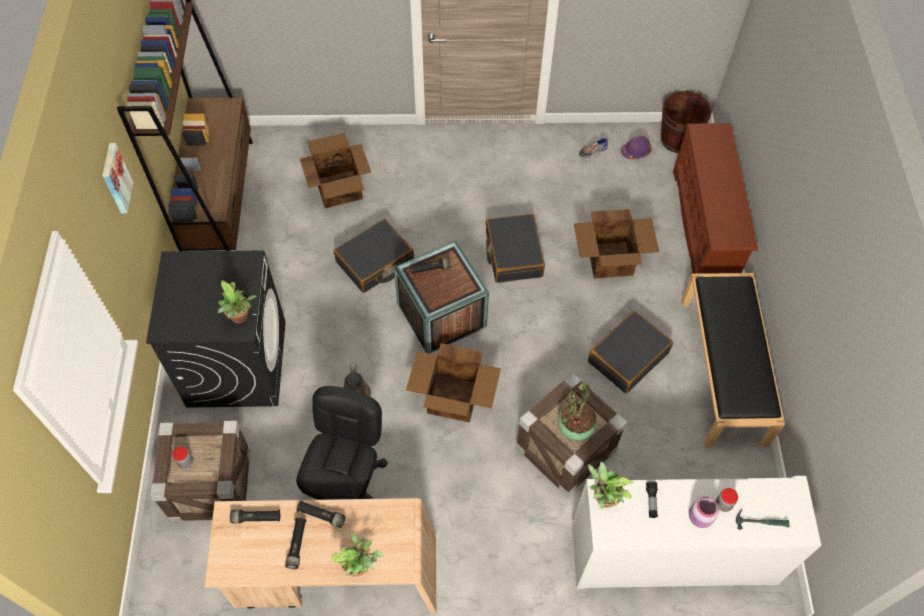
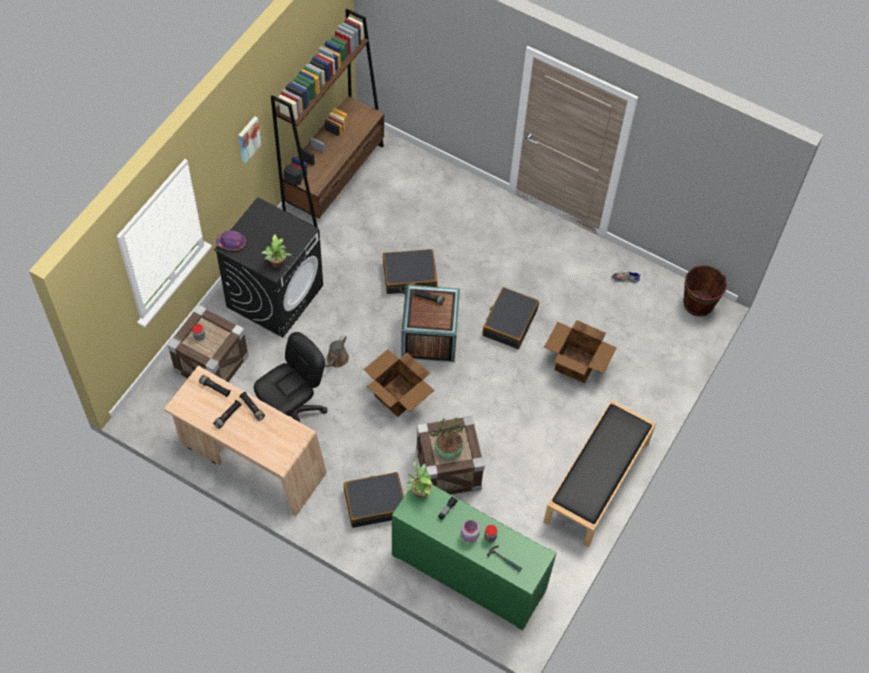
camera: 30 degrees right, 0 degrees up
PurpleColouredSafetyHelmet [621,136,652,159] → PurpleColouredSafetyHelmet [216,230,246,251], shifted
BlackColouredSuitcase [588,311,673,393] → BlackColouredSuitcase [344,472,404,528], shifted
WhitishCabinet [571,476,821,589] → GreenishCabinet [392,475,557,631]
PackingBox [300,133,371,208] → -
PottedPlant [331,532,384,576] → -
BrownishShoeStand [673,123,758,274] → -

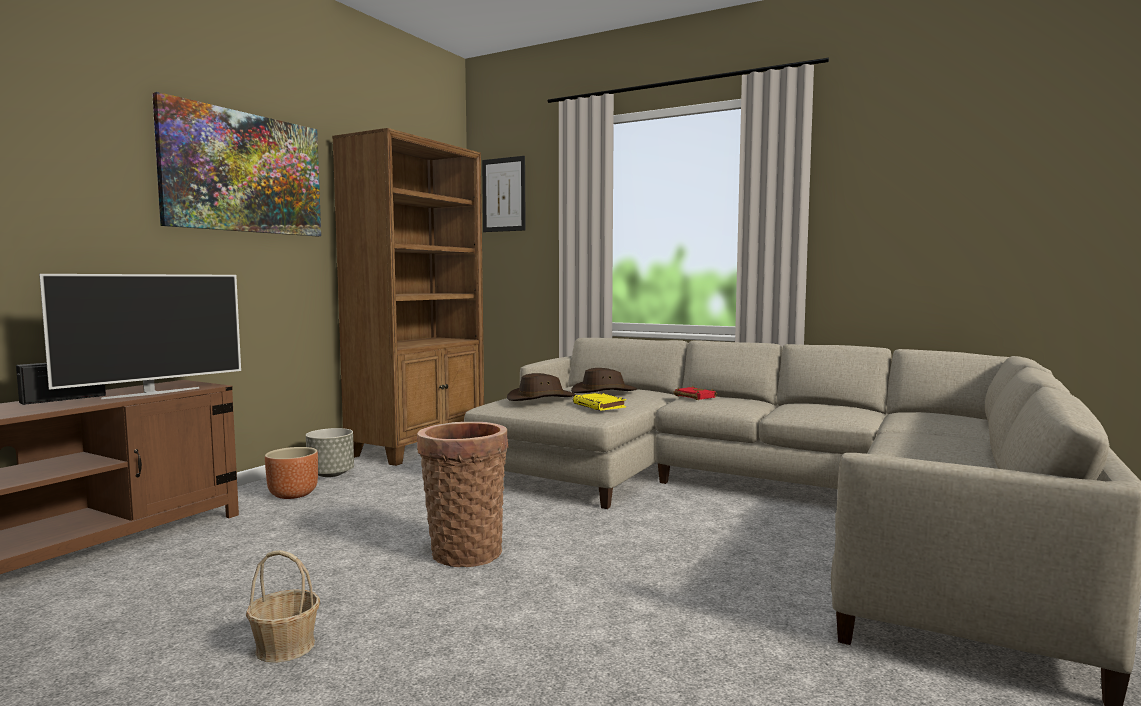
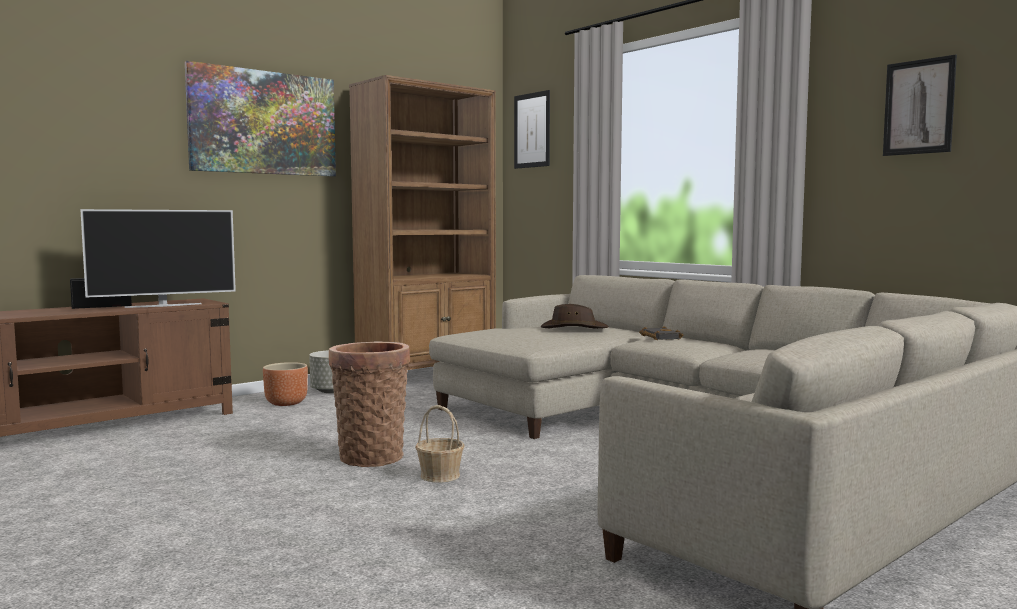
camera: 20 degrees right, 0 degrees up
StorageBasket [246,550,320,663] → StorageBasket [415,405,465,482], shifted
RedBoundBook [673,386,717,400] → BlackColouredBoundBook [639,326,683,340]
- → Picture [883,55,957,156]
BrownishHat [507,373,576,401] → -
YellowBoundBook [573,393,626,411] → -

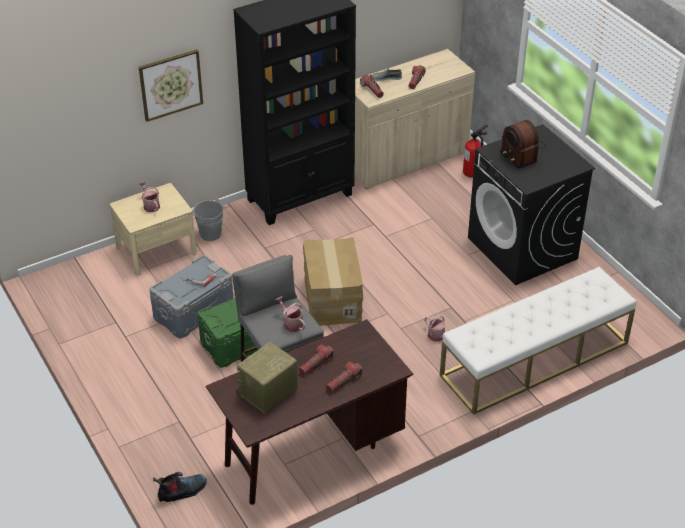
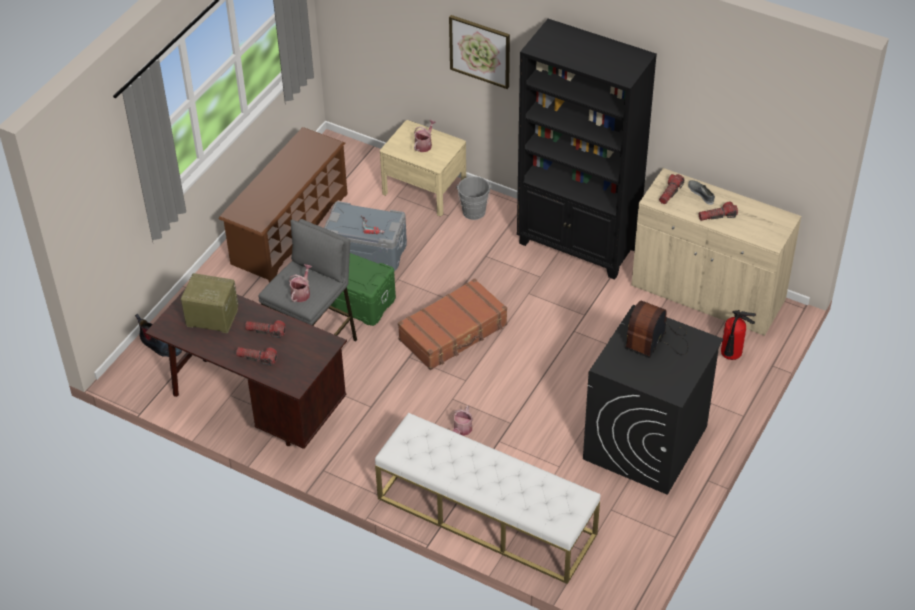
camera: 60 degrees right, 5 degrees up
- → BrownishShoeStand [219,127,347,282]
PackingBox [303,237,363,326] → BrownishSuitcase [398,278,507,370]

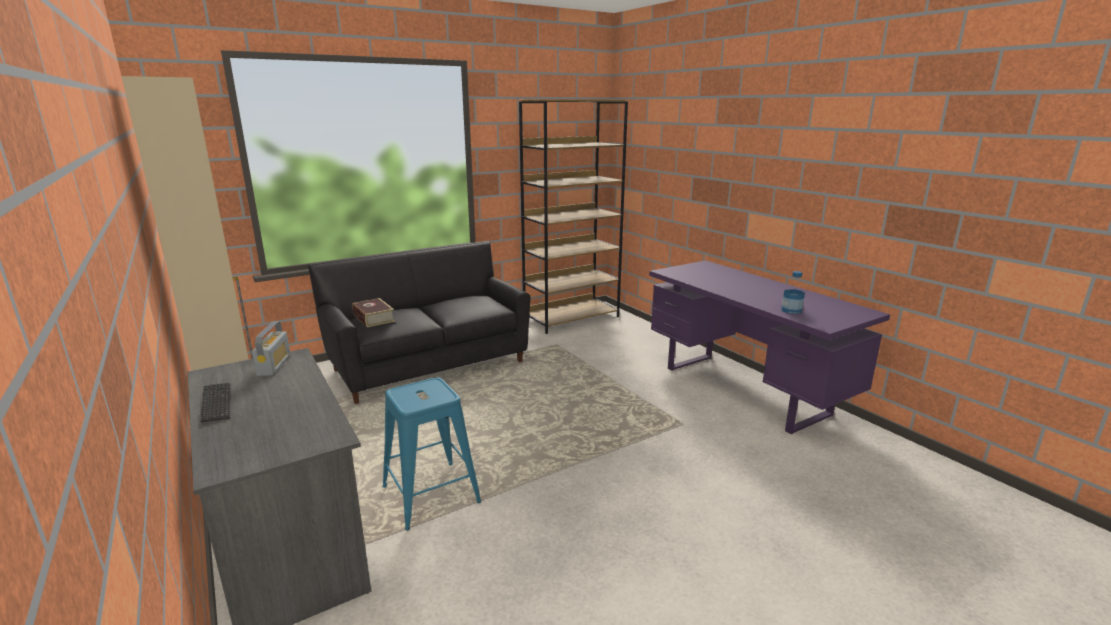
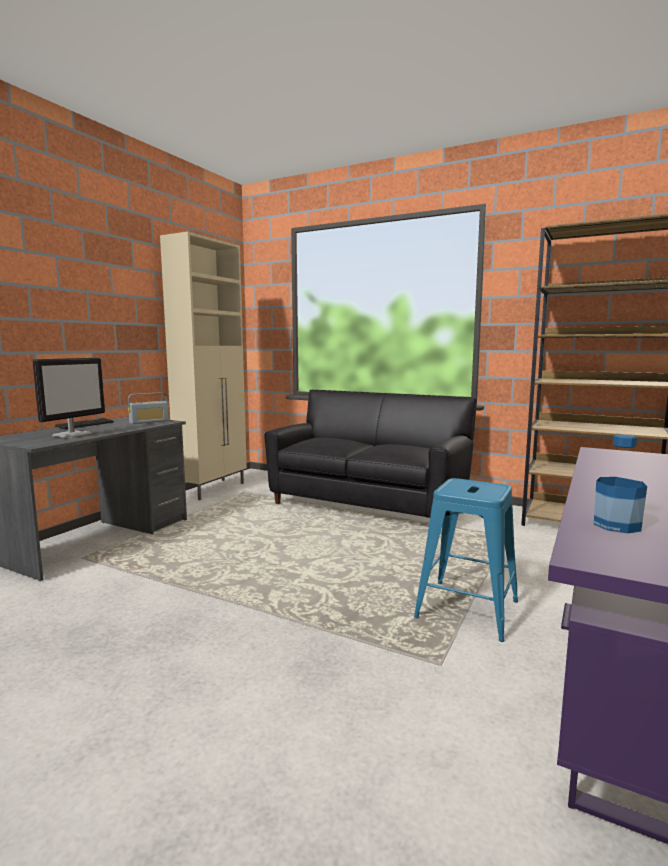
camera: 60 degrees right, 10 degrees down
- → Monitor [33,358,105,438]
BlueStoolSeat [383,377,481,531] → BlueStoolSeat [414,478,518,642], shifted
BoundBook [352,298,395,327] → -

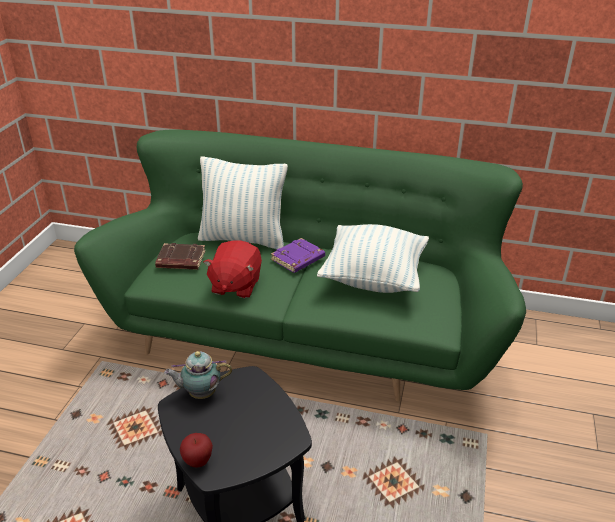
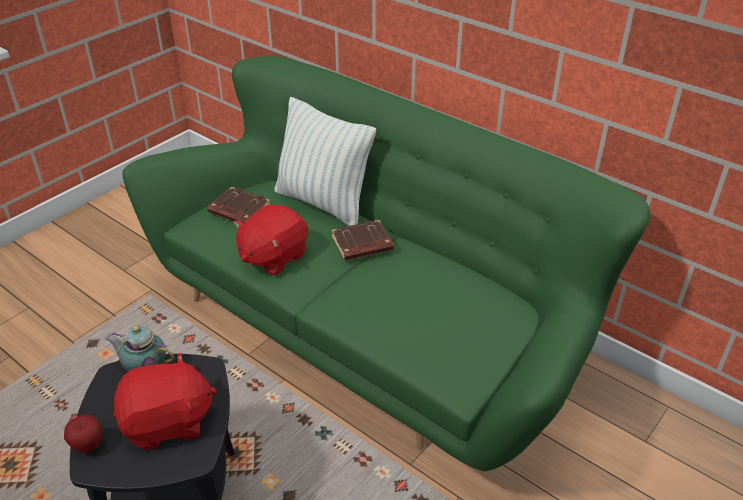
camera: 25 degrees right, 5 degrees up
- → RedSoftToy [113,352,217,450]
PurpleColouredBoundBook [271,238,325,273] → BrownishBoundBook [331,220,394,261]
Pillow [317,224,429,293] → -

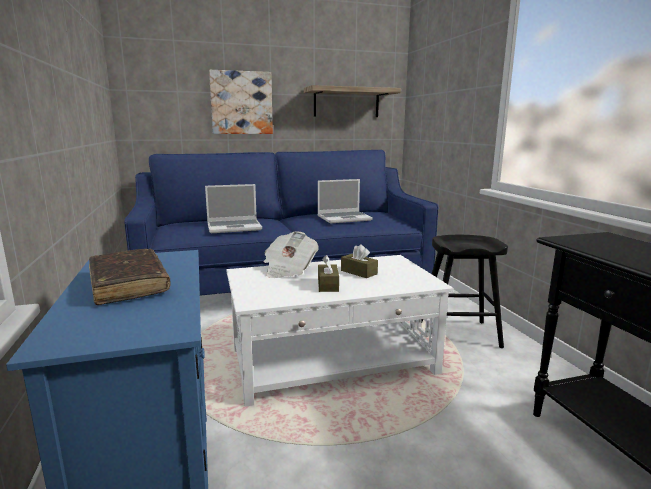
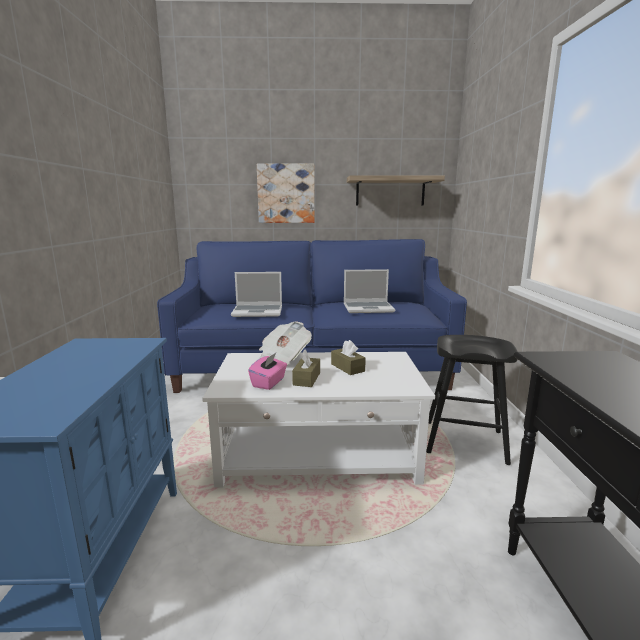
camera: 15 degrees right, 0 degrees up
- → PinkColouredTissueHolder [248,353,287,390]
BrownishBoundBook [89,249,171,305] → -

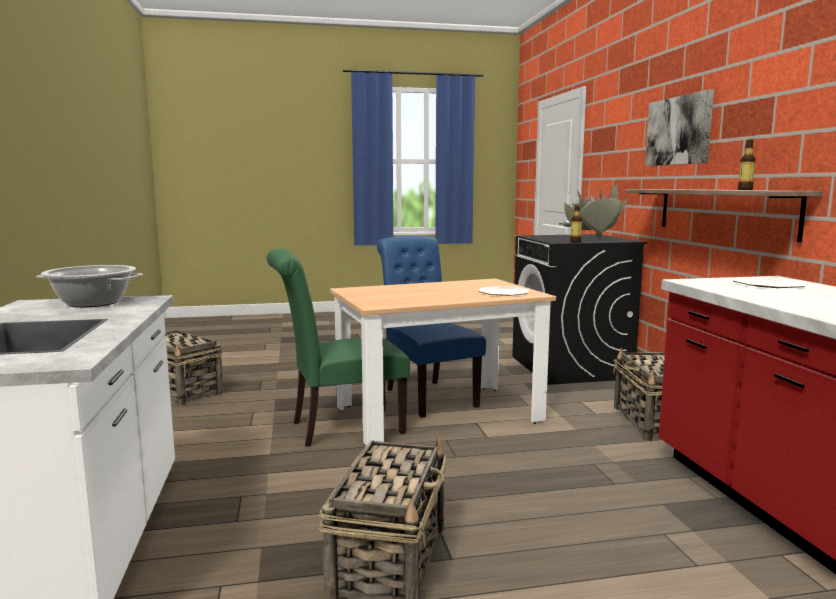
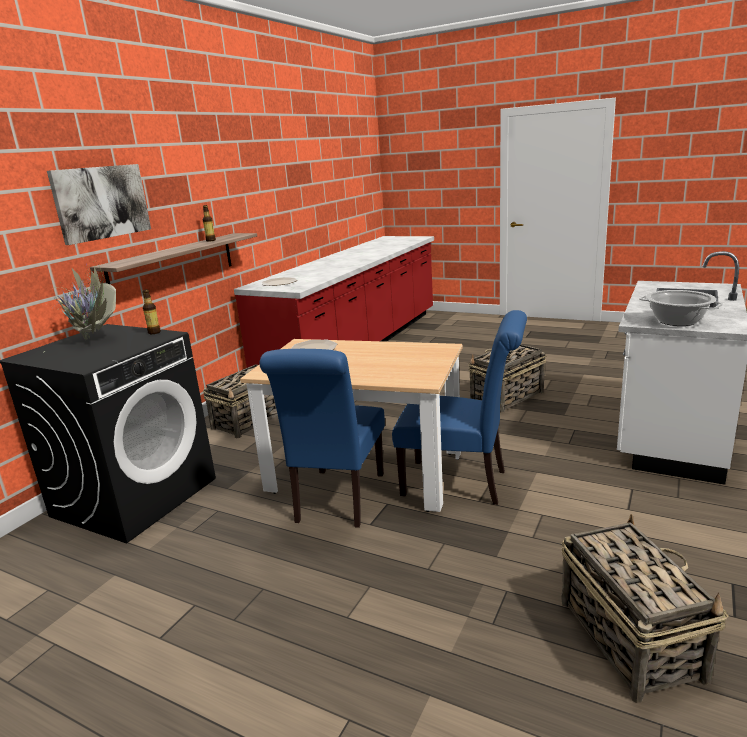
camera: 140 degrees left, 10 degrees up
GreenishUprightChair [267,249,410,447] → BlueUprightChair [392,310,527,505]

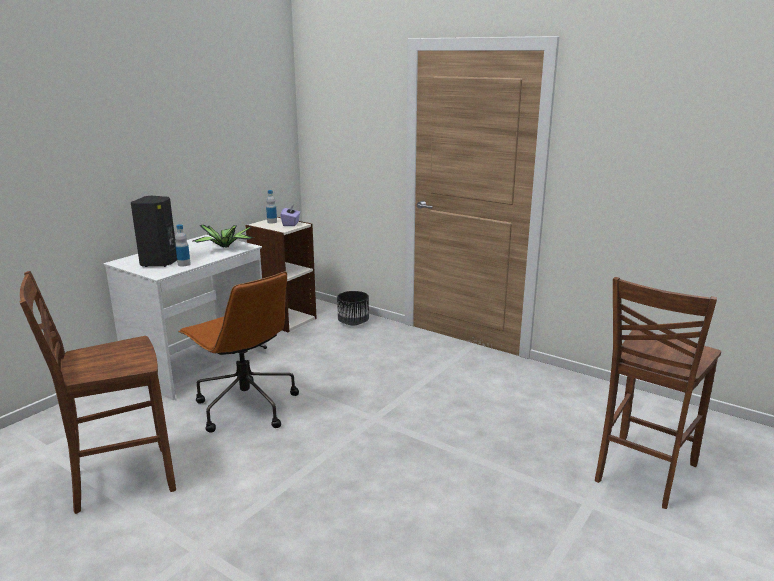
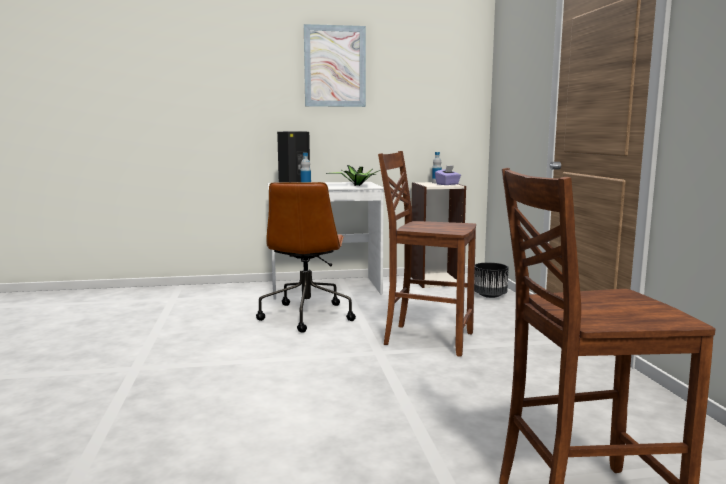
camera: 45 degrees right, 10 degrees down
- → Picture [304,24,366,107]
BrownishUprightChair [19,271,176,514] → BrownishUprightChair [378,151,476,357], shifted

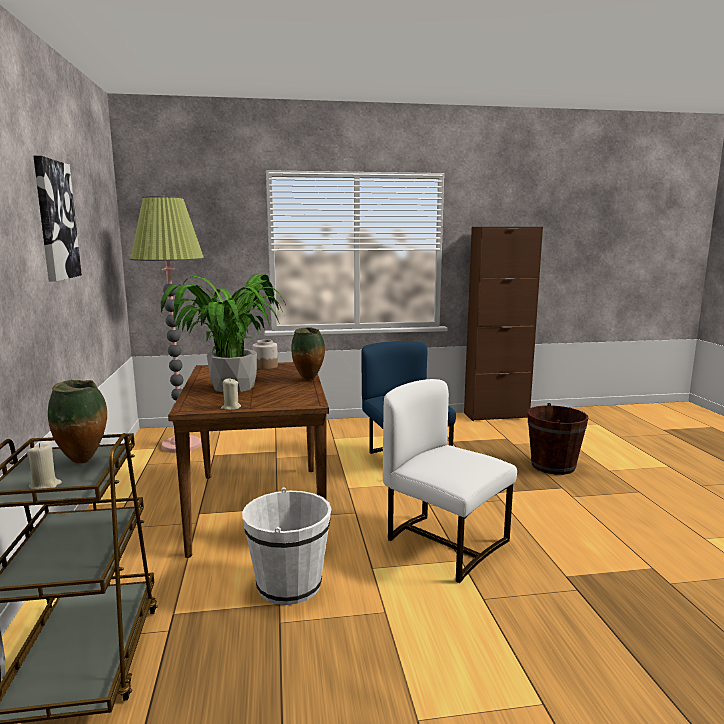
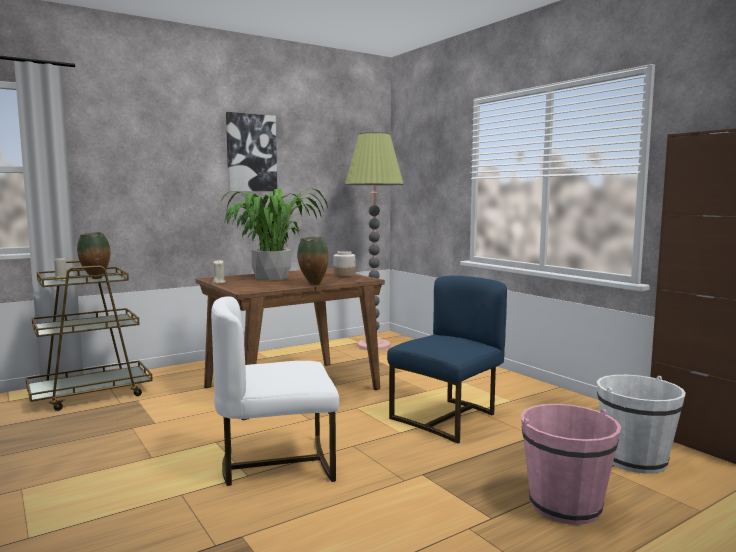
camera: 65 degrees right, 5 degrees down
WhitishUprightChair [383,379,517,583] → WhitishUprightChair [211,297,339,486], 120 degrees counterclockwise
BrownishBucket [527,403,588,475] → PinkColouredBucket [521,404,621,525]
WhitishBucket [242,487,331,605] → WhitishBucket [597,375,686,474], shifted

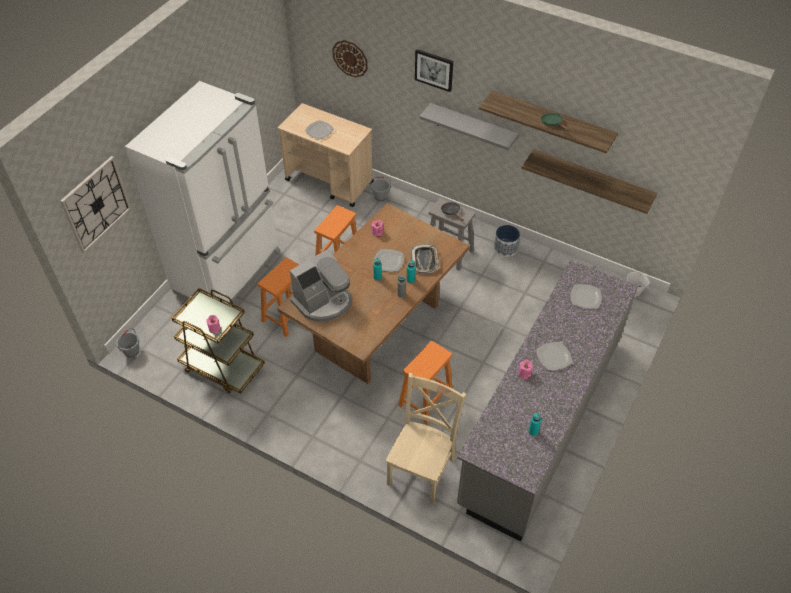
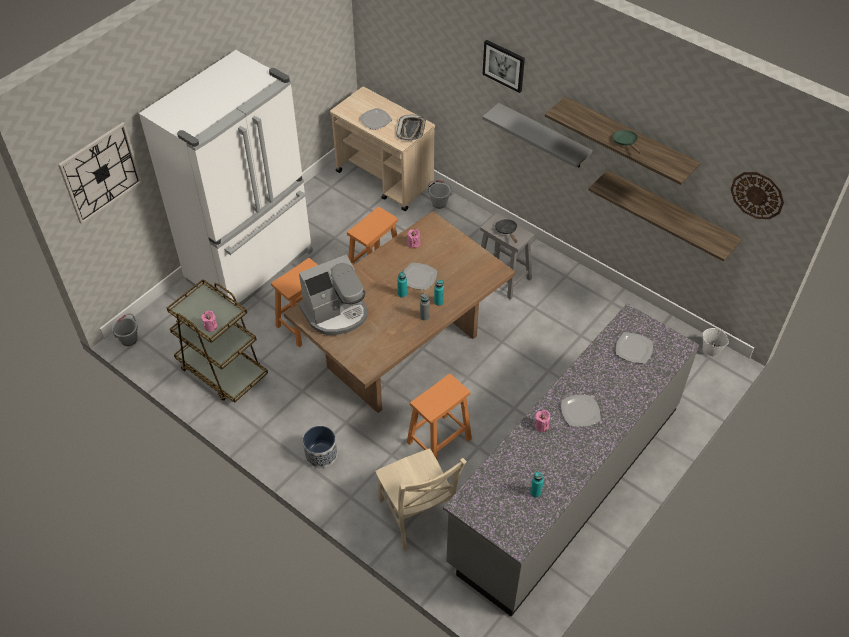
camera: 10 degrees right, 0 degrees up
PlantPot [494,225,520,257] → PlantPot [303,426,337,468], shifted
SandColouredUprightChair [386,373,466,504] → SandColouredUprightChair [375,448,467,551], 120 degrees clockwise
Tray [411,244,440,273] → Tray [396,114,426,141], shifted
ClockOnTheWall [332,40,368,78] → ClockOnTheWall [731,172,784,219], shifted

